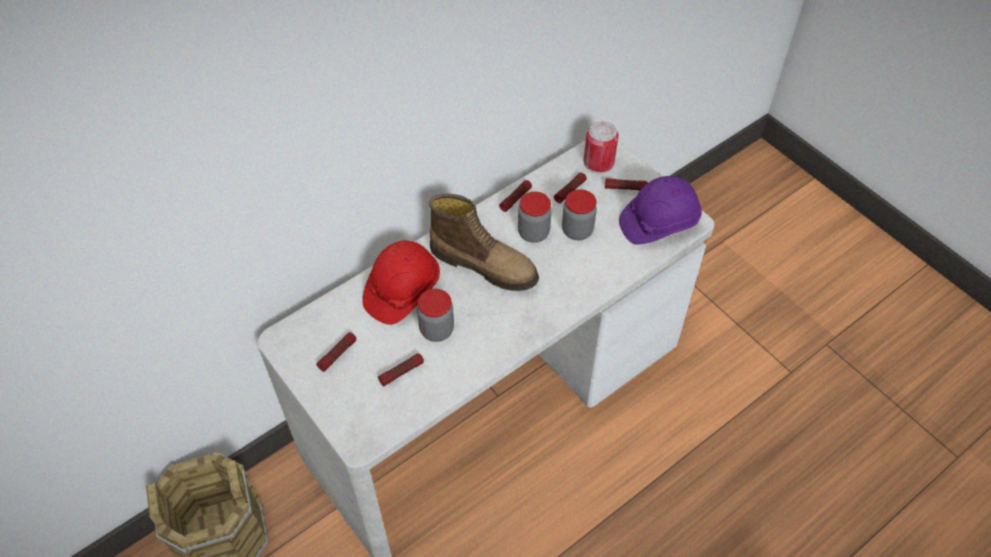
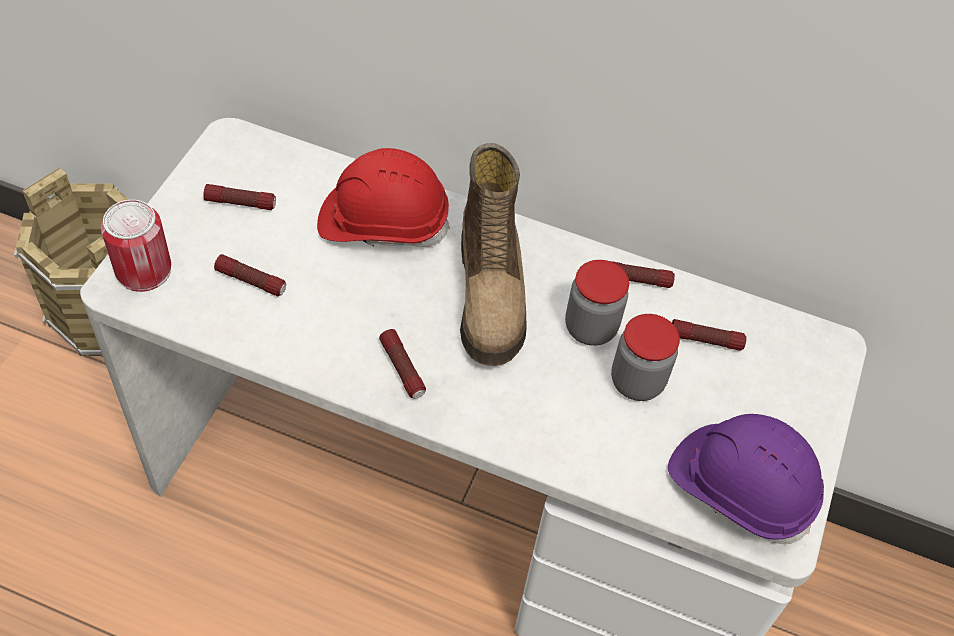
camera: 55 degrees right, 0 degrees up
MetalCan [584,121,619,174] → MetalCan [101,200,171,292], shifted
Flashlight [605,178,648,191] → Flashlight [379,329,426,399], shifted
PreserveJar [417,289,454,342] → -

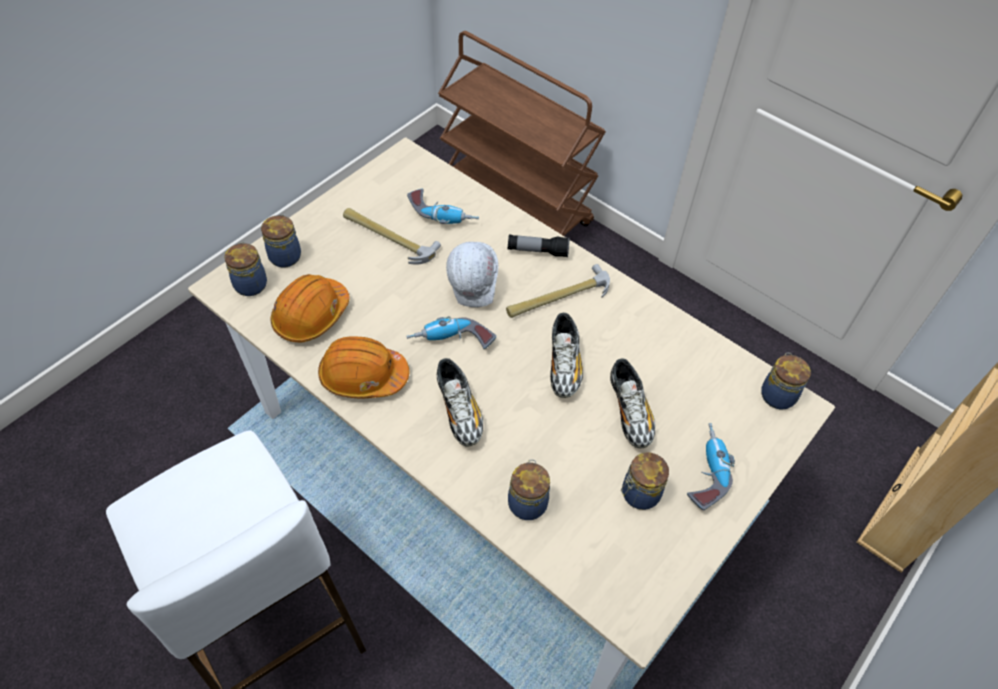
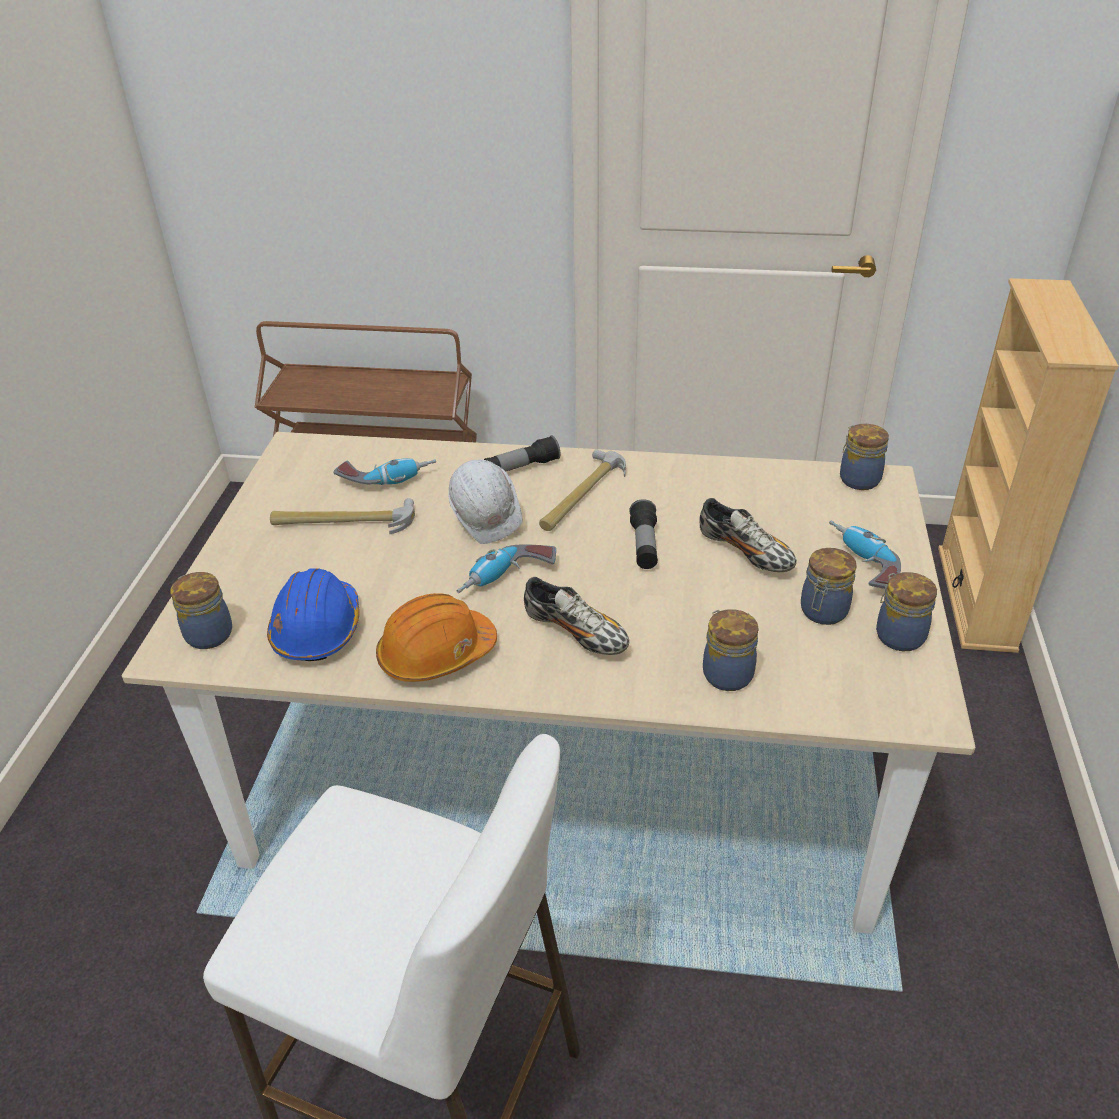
camera: 30 degrees left, 15 degrees down
OrangeySafetyHelmet [271,274,350,342] → BlueSafetyHelmet [267,569,360,661]
ItemOfFootwear [550,313,583,398] → Flashlight [629,499,658,569]
PreserveJar [261,214,301,267] → PreserveJar [876,572,937,651], shifted

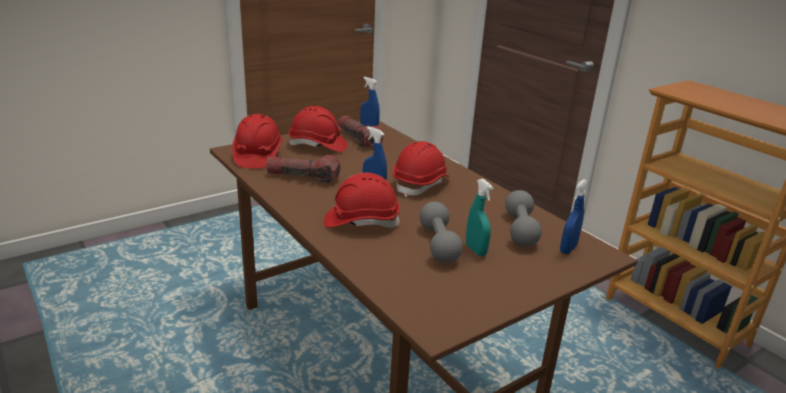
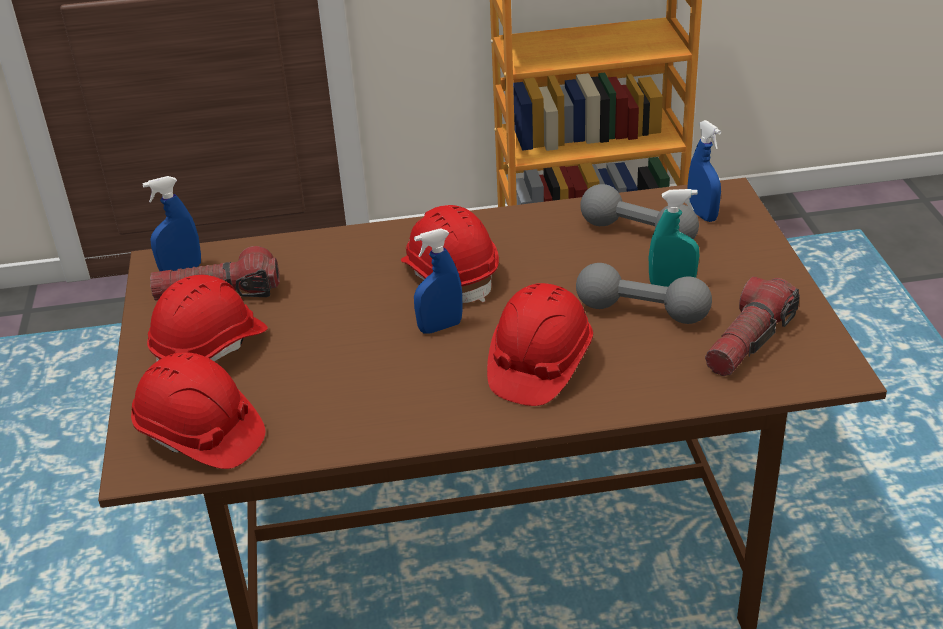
camera: 60 degrees left, 10 degrees up
Flashlight [267,155,340,183] → Flashlight [705,277,800,376], shifted

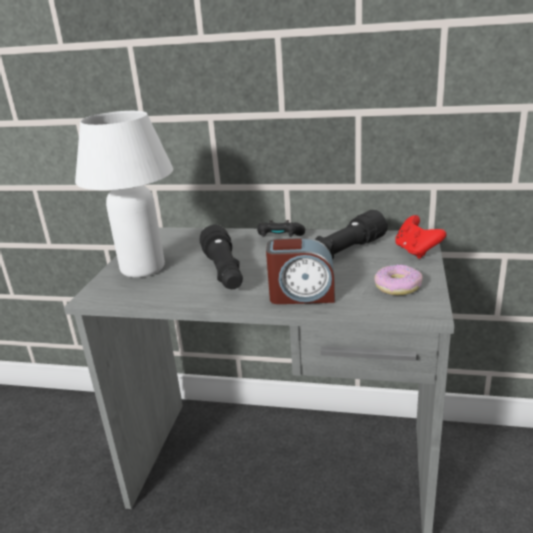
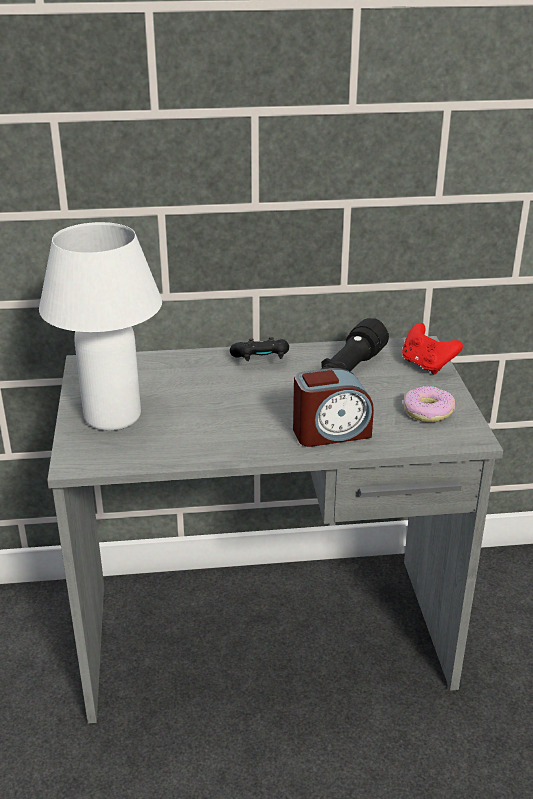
camera: 20 degrees left, 5 degrees up
BlackColouredFlashlight [199,225,243,289] → -

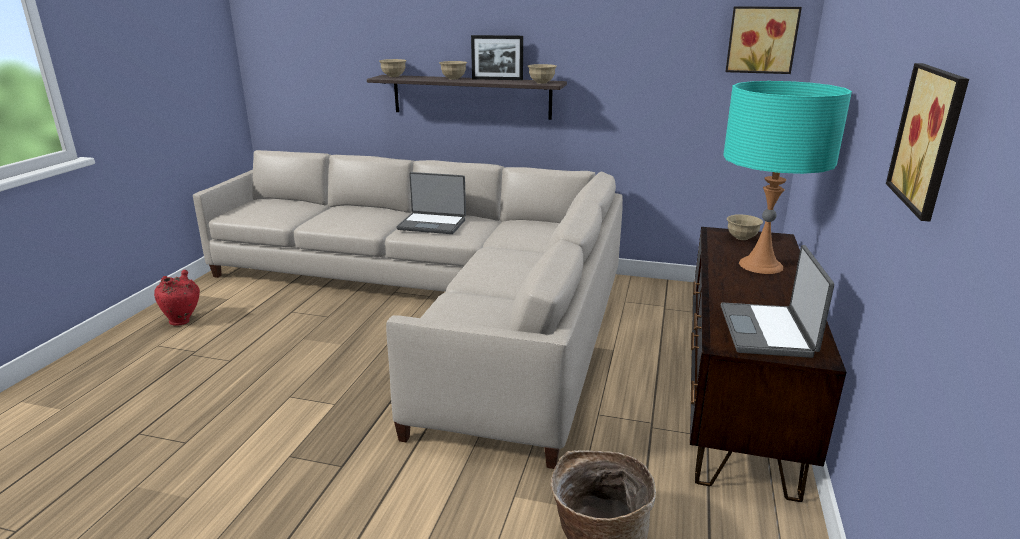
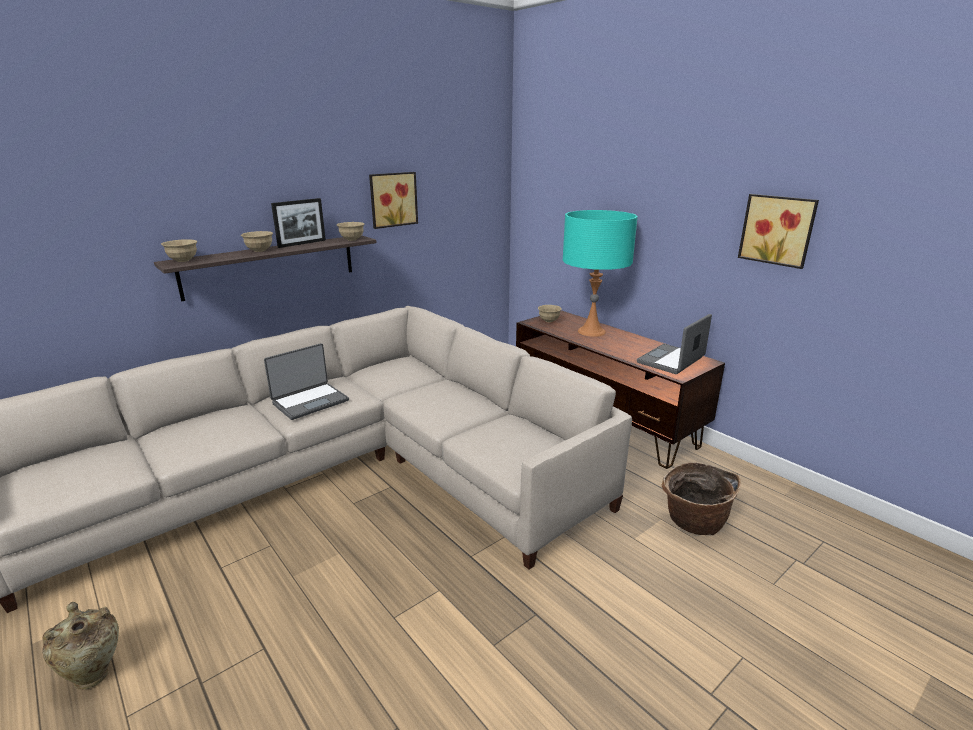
camera: 55 degrees left, 0 degrees up
RedDecorativeVase [154,270,200,326] → SandColouredDecorativeVase [42,602,119,690]
Picture [725,6,802,74] → Picture [369,172,418,229], shifted
PortableComputer [721,245,834,358] → PortableComputer [637,314,712,374], 90 degrees clockwise

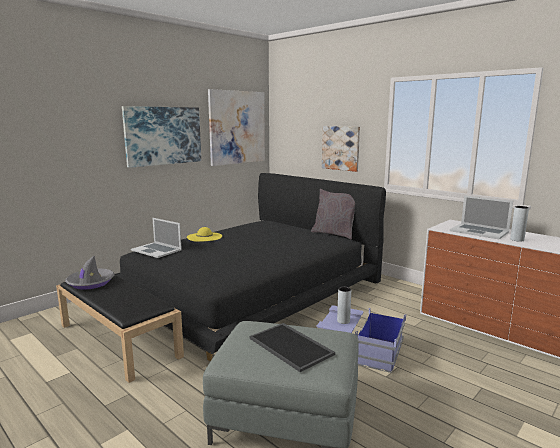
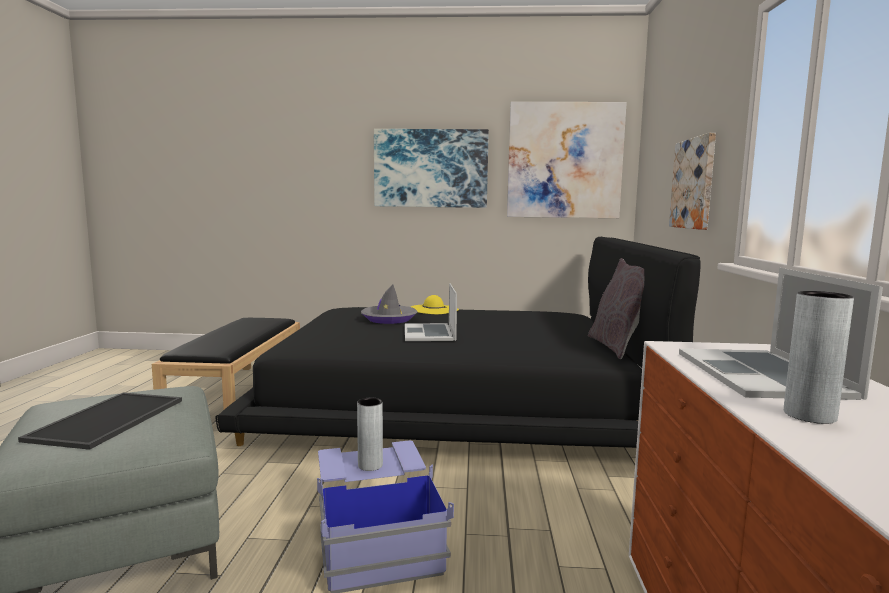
camera: 50 degrees right, 5 degrees down
GrayHat [65,256,115,290] → GrayHat [361,285,418,324], shifted
PortableComputer [131,218,182,258] → PortableComputer [405,283,457,341], shifted

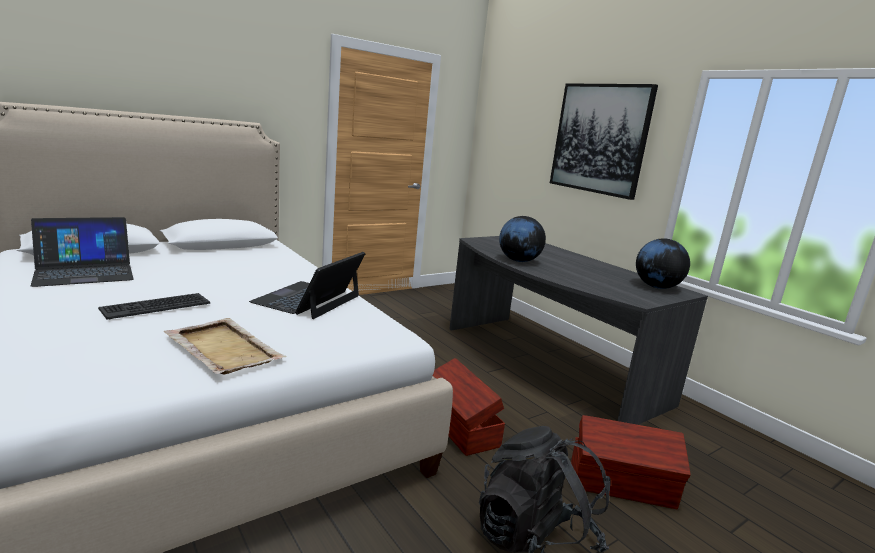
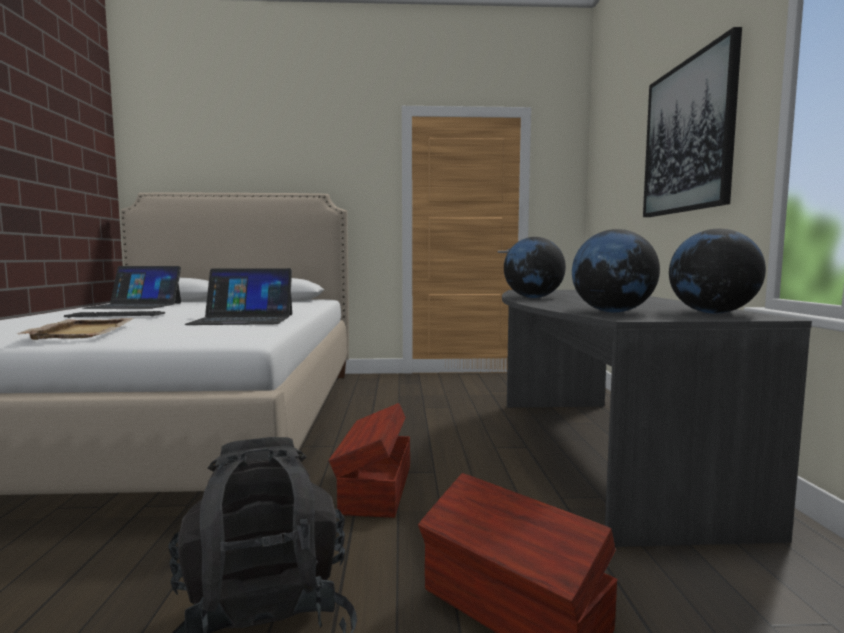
camera: 35 degrees right, 10 degrees down
PortableComputer [249,252,366,319] → PortableComputer [185,268,292,325], 150 degrees counterclockwise
- → WorldGlobe [572,229,660,312]

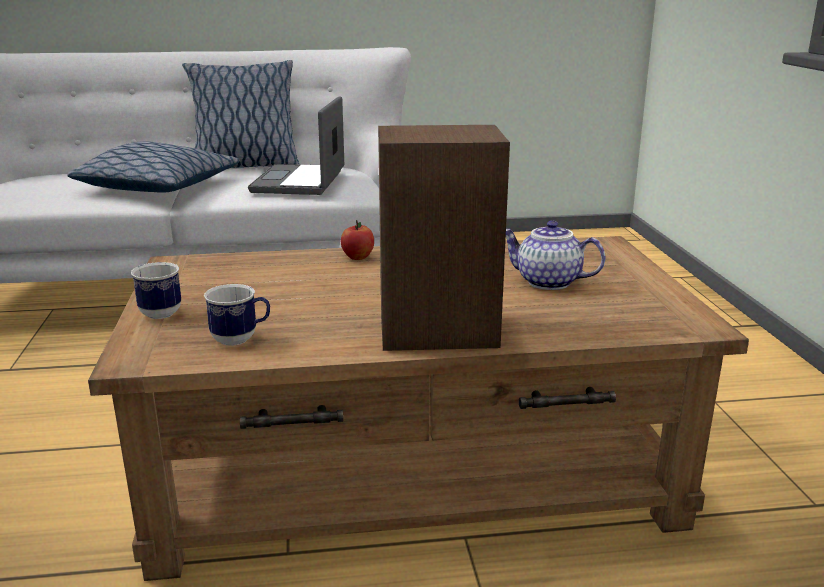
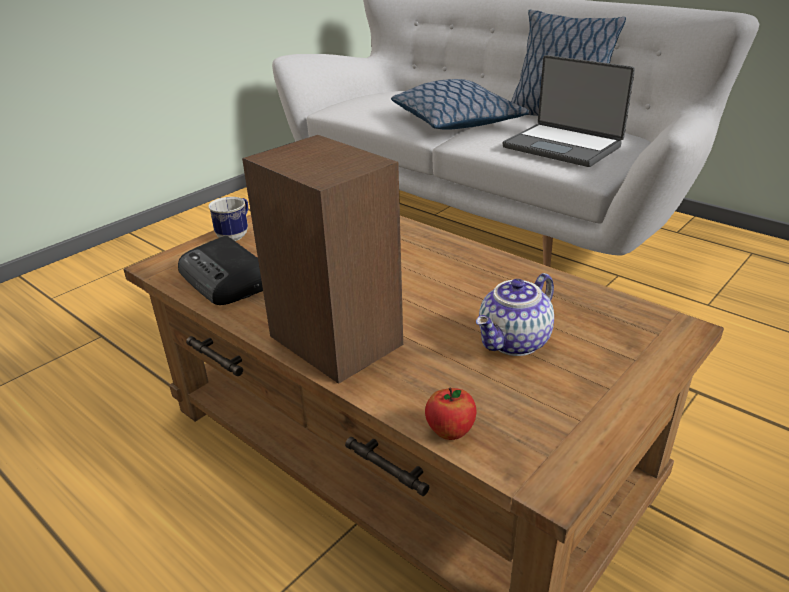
camera: 50 degrees right, 10 degrees up
CoffeeMug [204,284,270,346] → Radio [178,236,263,305]
WholeApple [341,220,374,260] → WholeApple [425,388,476,440], shifted
Teapot [506,220,605,290] → Teapot [476,273,554,356], 120 degrees counterclockwise
PortableComputer [248,96,344,195] → PortableComputer [502,55,635,167], 105 degrees counterclockwise

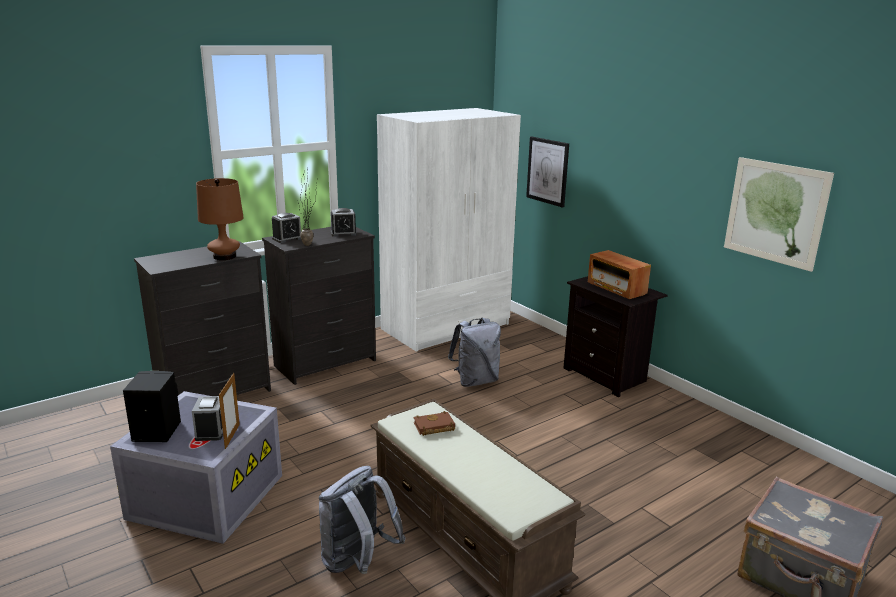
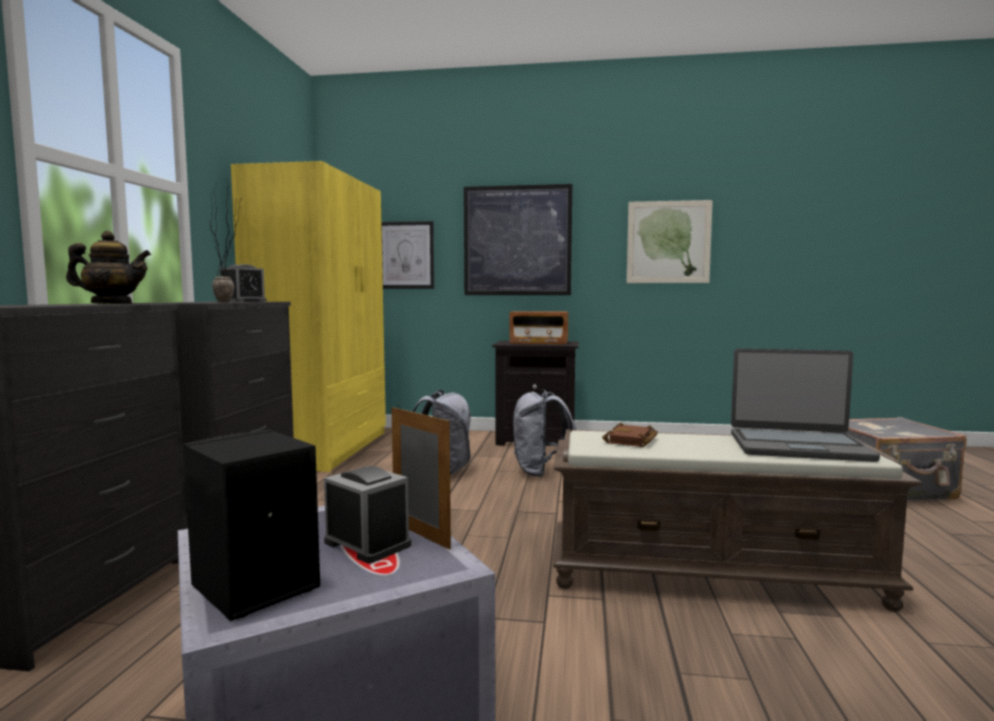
camera: 45 degrees left, 15 degrees down
BrownishTableLamp [196,178,244,260] → Teapot [66,231,151,304]
WhitishArmoire [377,108,521,352] → YellowArmoire [231,161,386,472]
- → Picture [464,184,572,295]
GrayKnapsack [319,466,406,574] → GrayKnapsack [513,389,576,477], shifted
- → PortableComputer [731,349,880,462]
BedsideClock [272,213,301,243] → -

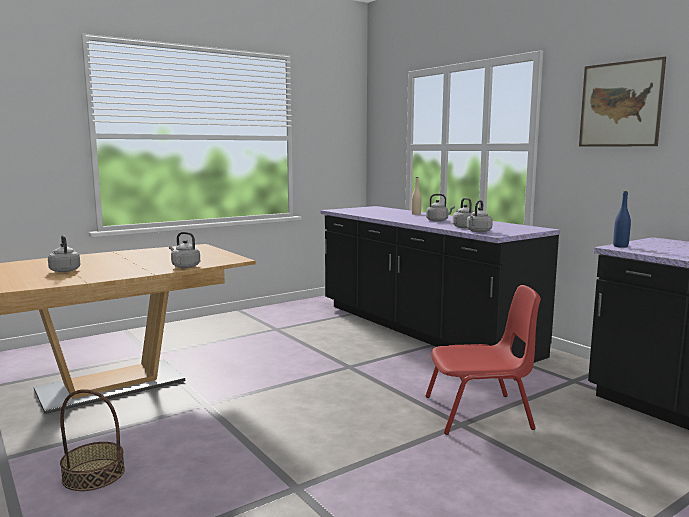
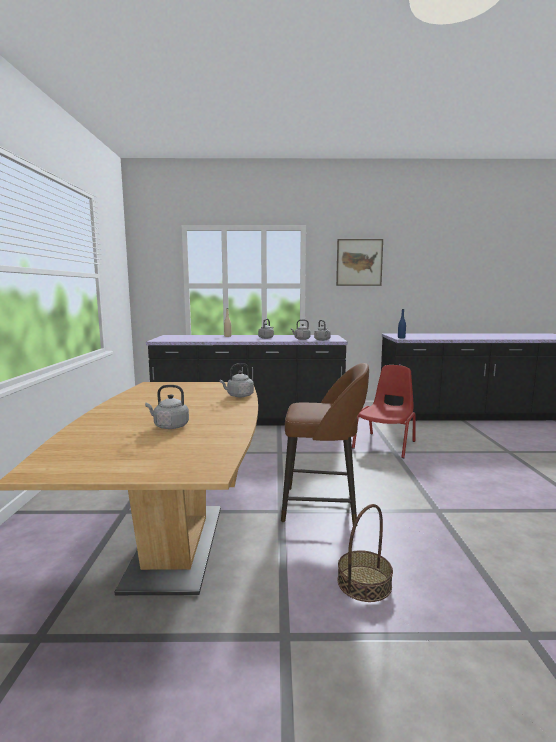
camera: 55 degrees left, 0 degrees up
- → BrownishStoolSeat [281,363,369,525]

